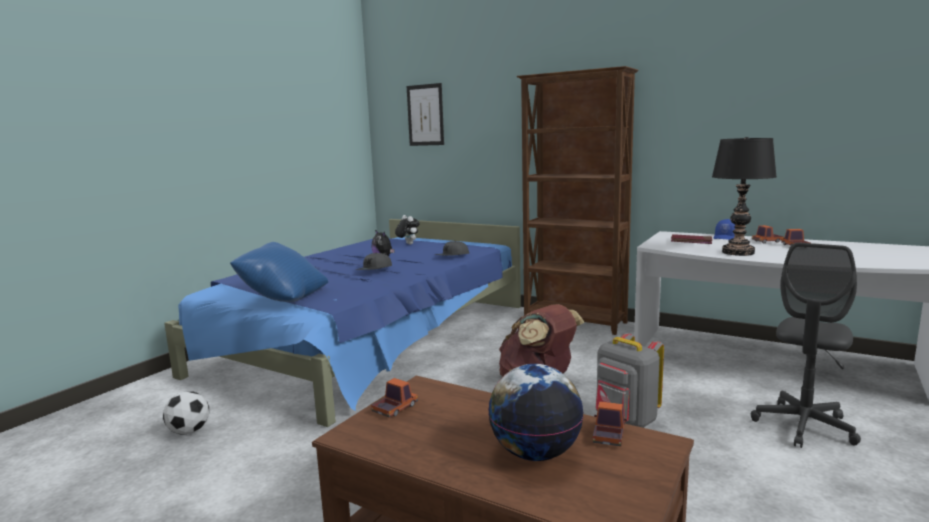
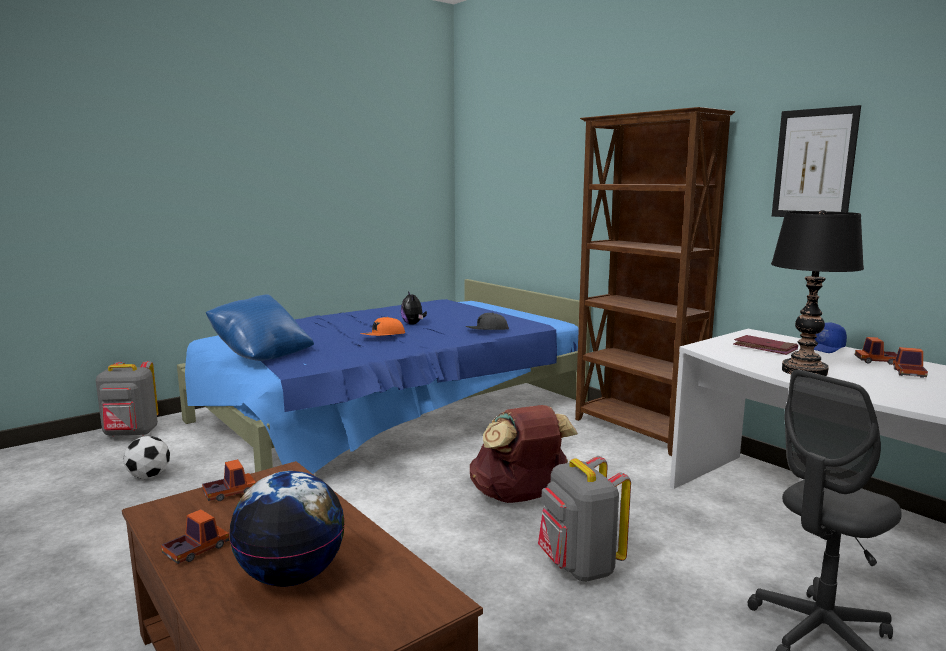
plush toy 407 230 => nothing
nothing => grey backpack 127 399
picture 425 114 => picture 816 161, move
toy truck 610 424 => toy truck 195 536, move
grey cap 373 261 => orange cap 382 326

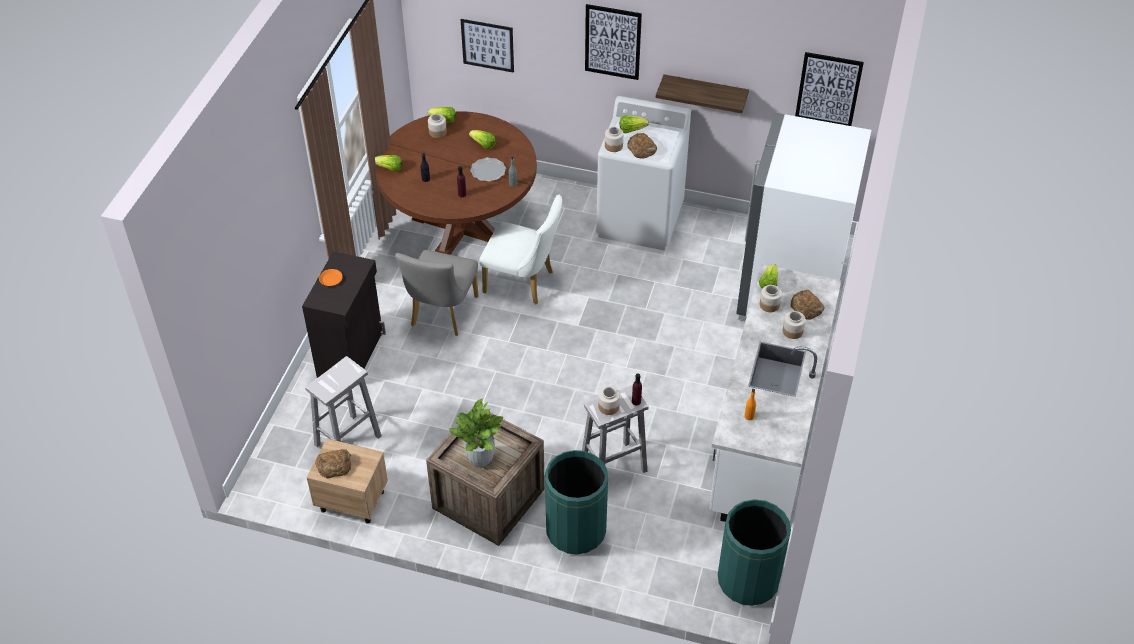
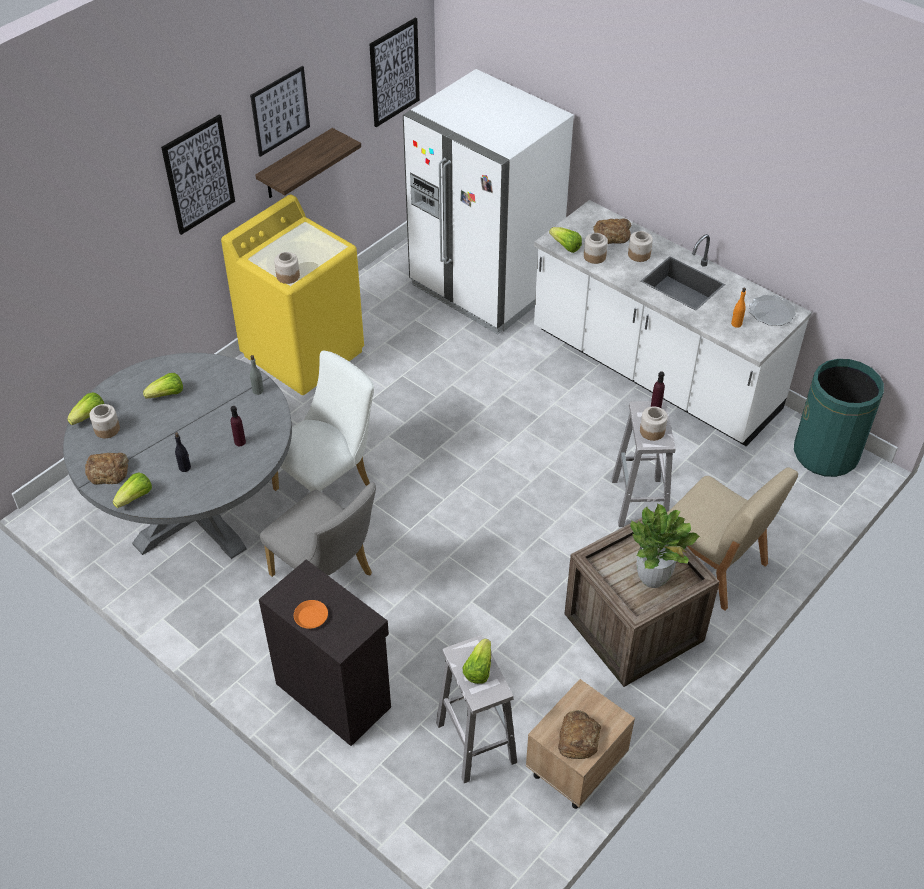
picture 487 46 => picture 280 111, move
plate 488 169 => plate 772 310, move
lettuce 634 124 => lettuce 477 661, move
bread 642 146 => bread 107 469, move
green trash can 576 502 => beige chair 732 538
brown dining table 456 183 => grey dining table 177 456
white washing machine 643 173 => yellow washing machine 292 295

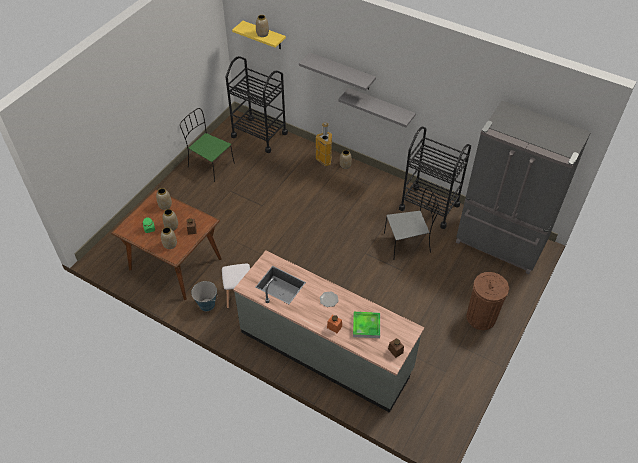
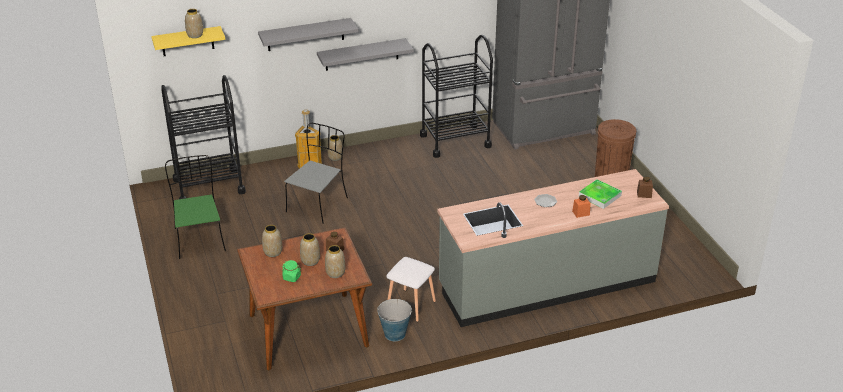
grey chair 412 222 => grey chair 316 173, move
green chair 207 145 => green chair 195 207, 90 degrees clockwise

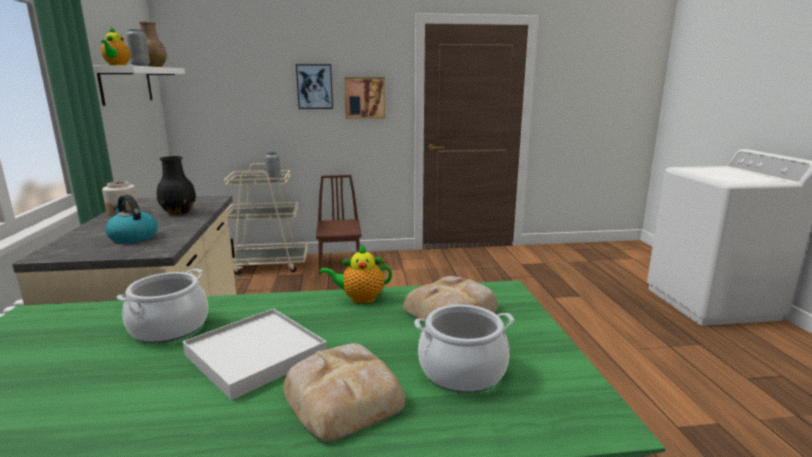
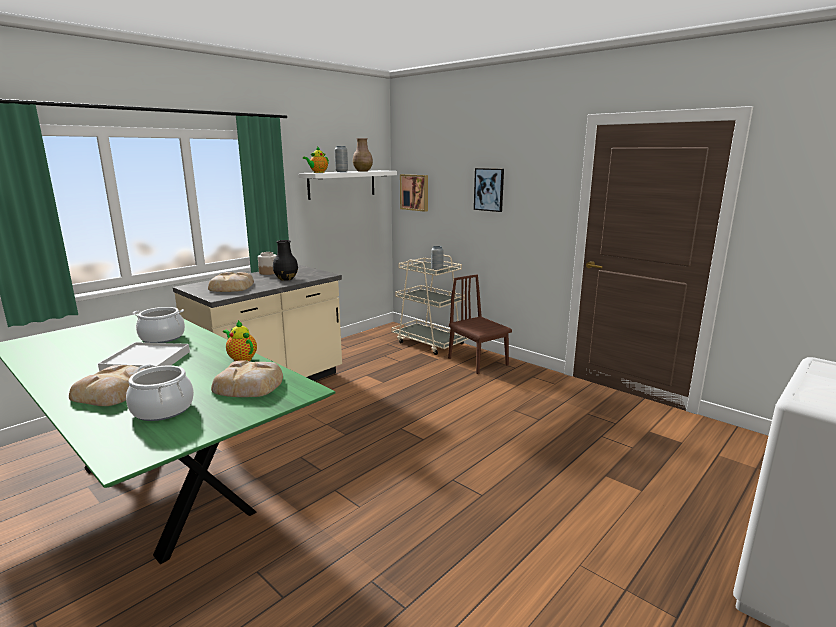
picture 365 98 => picture 414 193, move
kettle 131 219 => bread 231 282
brown chair 338 224 => brown chair 480 324, 75 degrees counterclockwise

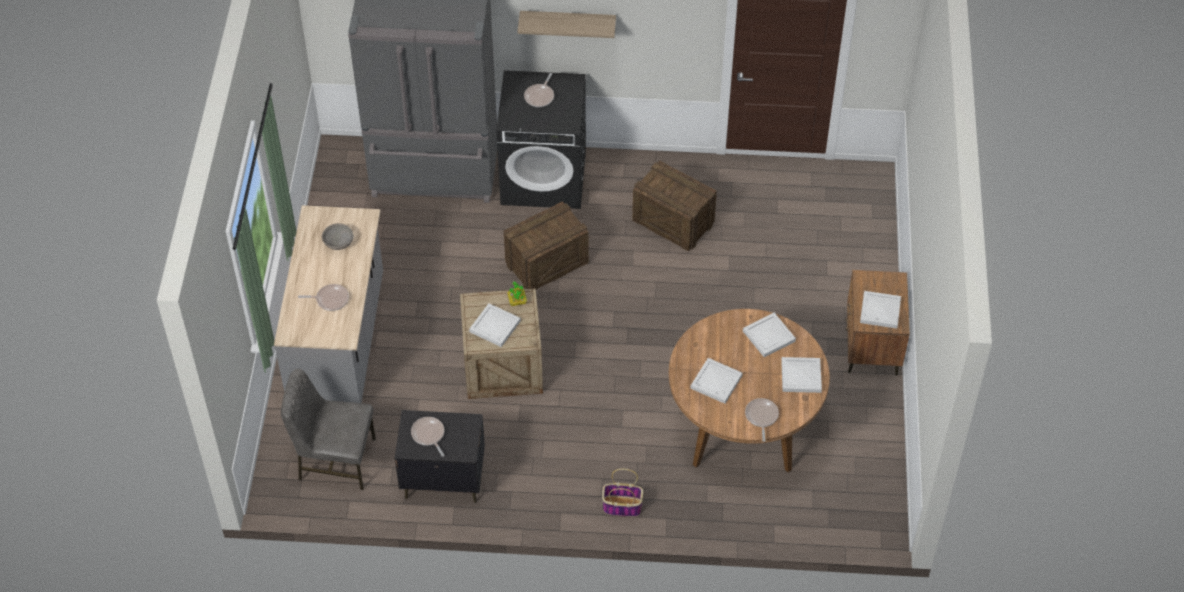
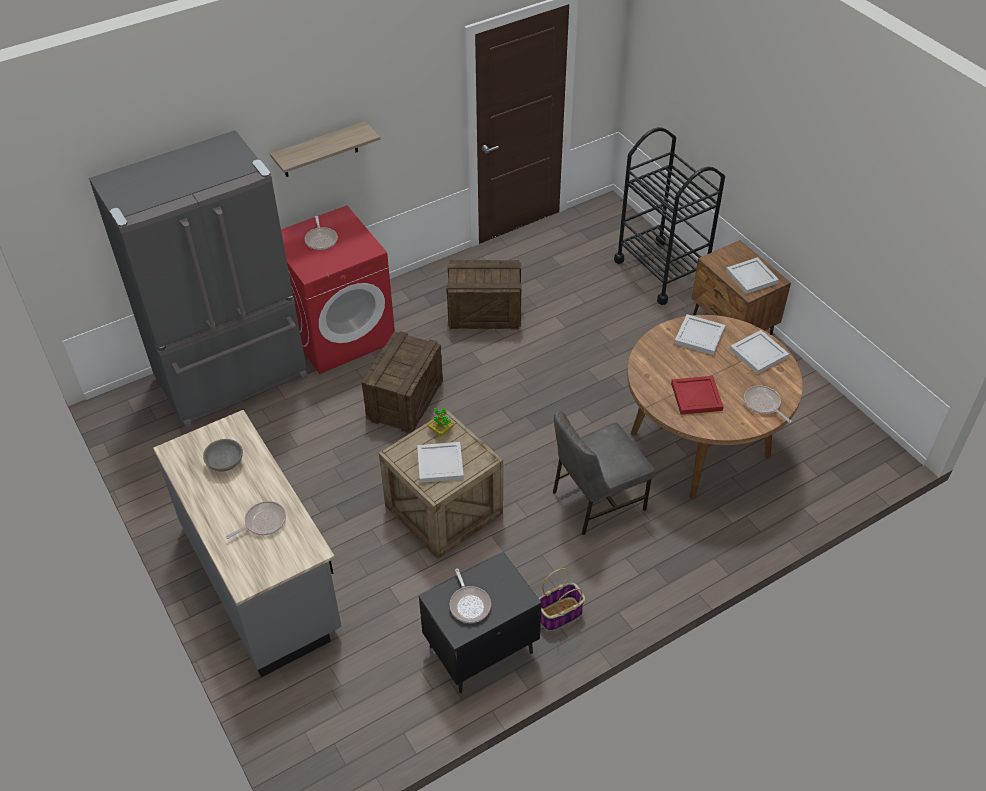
nothing => black cart 669 216
grey chair 328 429 => grey chair 604 472, move
basket 622 493 => basket 562 599, move
black washing machine 541 139 => red washing machine 338 289
white tray 716 381 => red tray 697 395
frying pan 428 437 => frying pan 470 596, 135 degrees counterclockwise

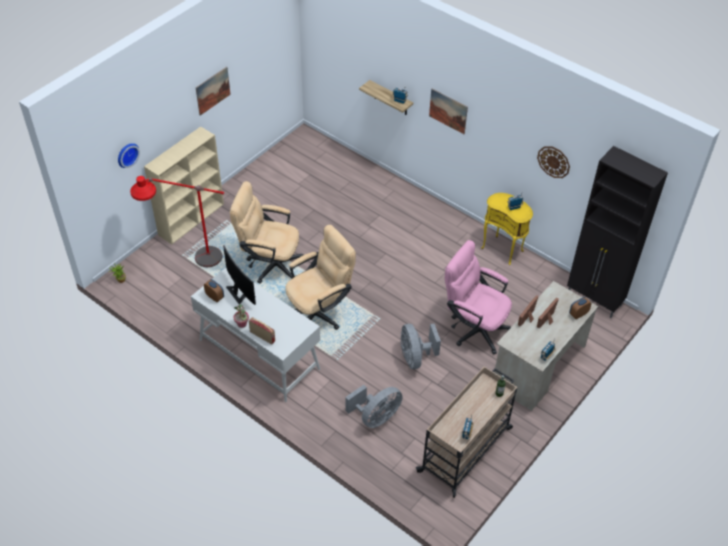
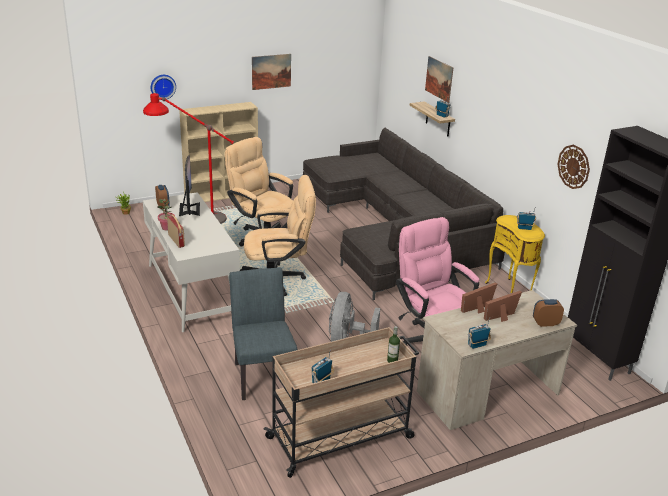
nothing => grey sofa 404 214
picture 448 111 => picture 439 79, move
grey fan 374 406 => grey chair 263 334

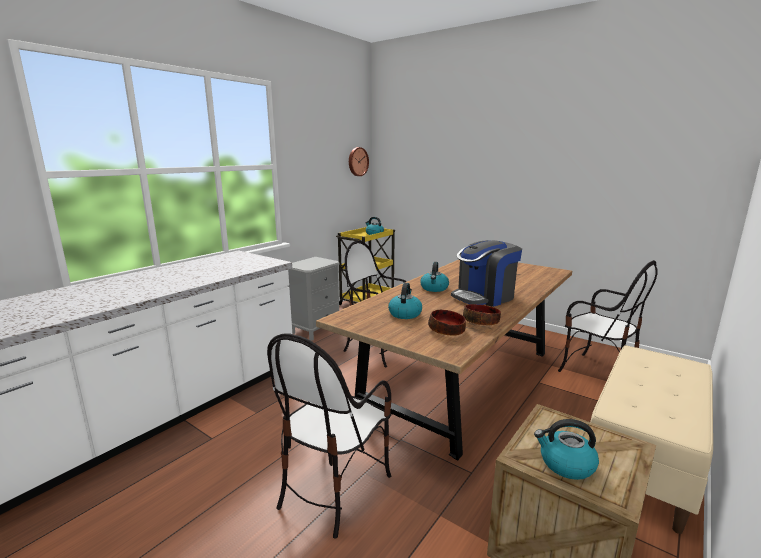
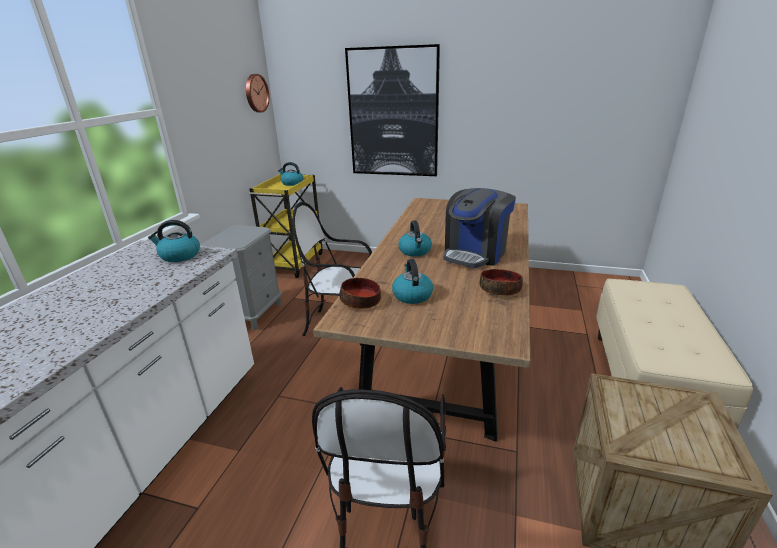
chair 608 316 => nothing
nothing => picture 392 110
bowl 447 322 => bowl 360 293, move
kettle 566 449 => kettle 174 241, move

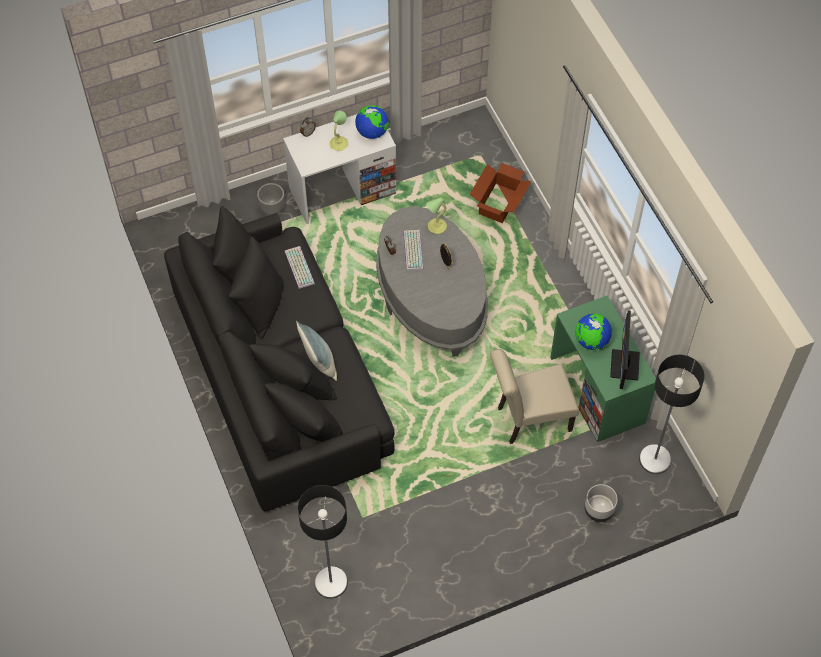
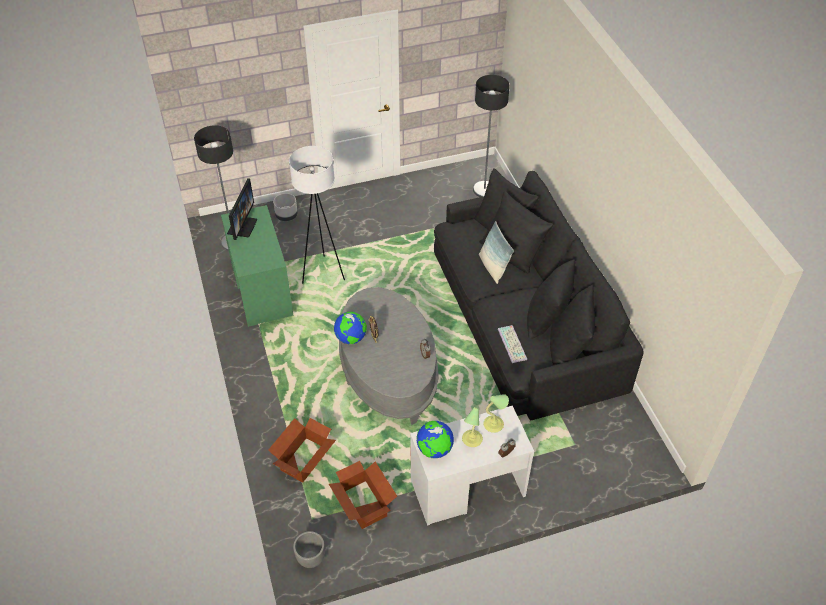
keyboard 413 250 => nothing
nothing => cardboard box 363 495
grey planter 271 199 => grey planter 309 549, move
table lamp 436 215 => table lamp 496 413, move
globe 593 332 => globe 350 328, move
beige chair 534 396 => white floor lamp 317 215

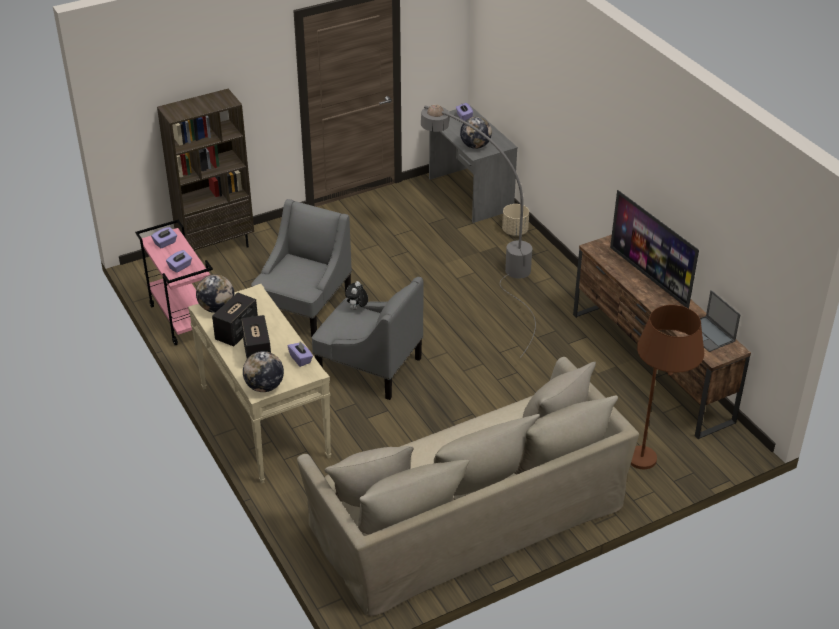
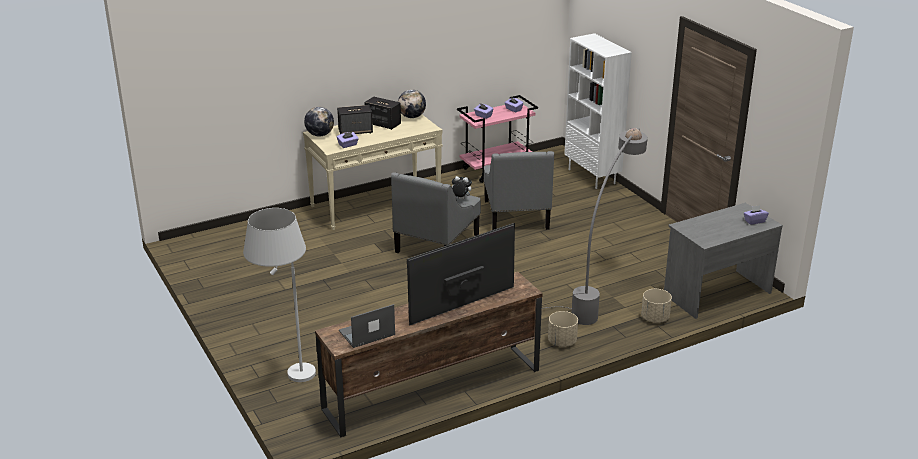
beige sofa 468 486 => nothing
globe 476 133 => nothing
nothing => beige planter 563 329
brown bookcase 205 170 => white bookcase 598 111
brown floor lamp 667 387 => white floor lamp 279 295
grey armchair 301 268 => grey armchair 518 190, 60 degrees clockwise

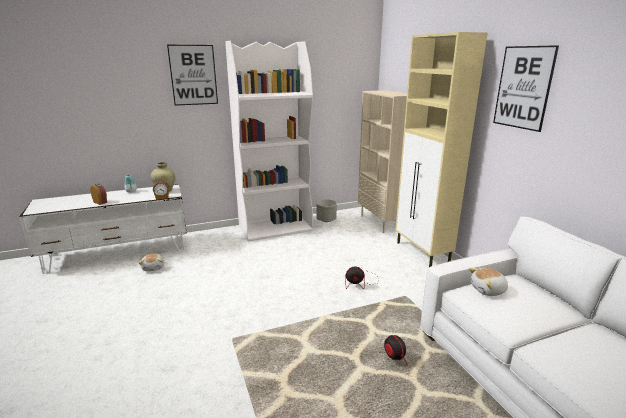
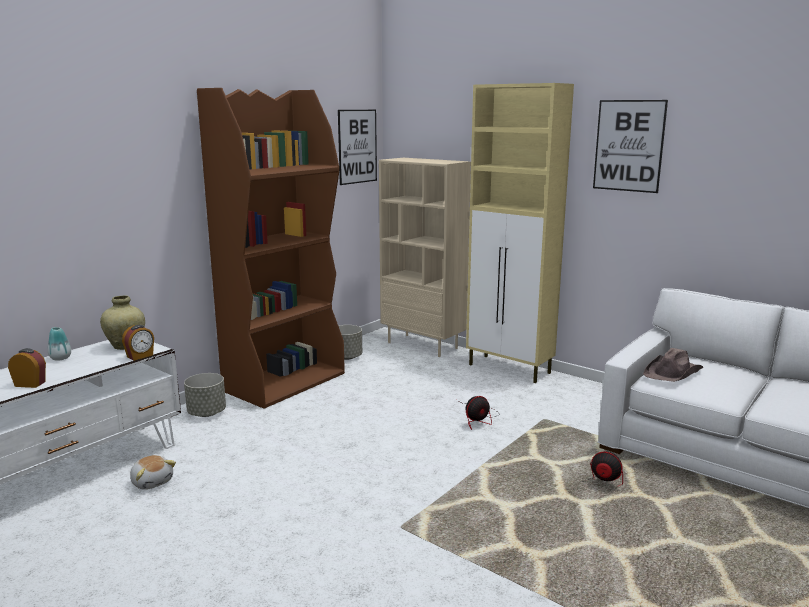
nothing => grey planter 205 395
picture 192 75 => picture 357 147, move
plush toy 488 282 => brown hat 673 365
white bookcase 269 141 => brown bookcase 271 248

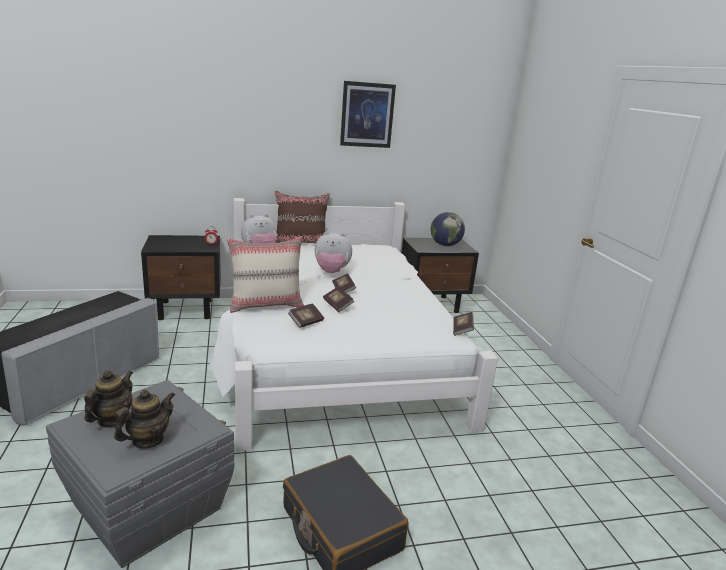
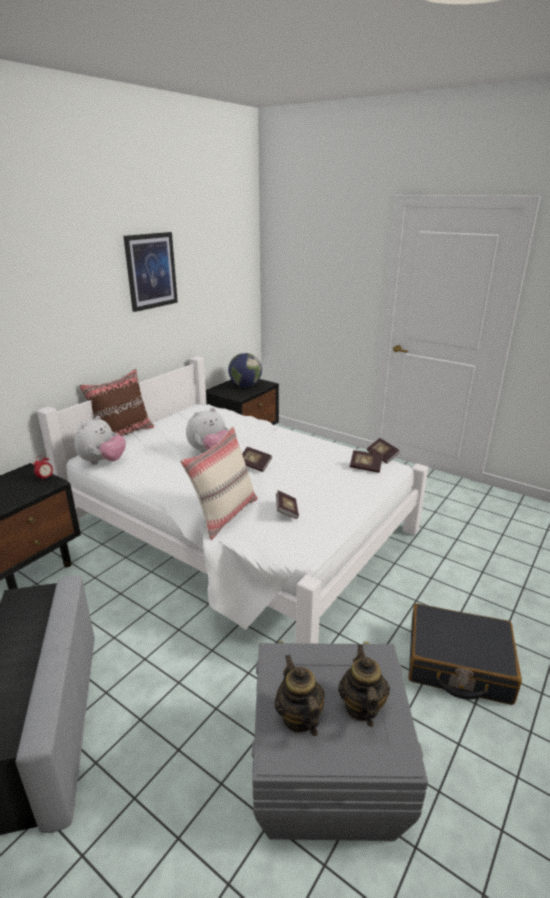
book 338 299 => book 366 461, move

